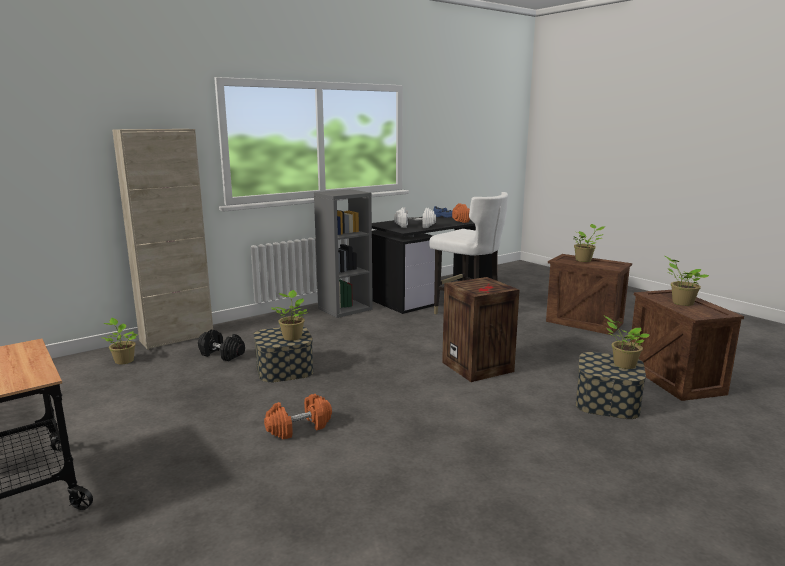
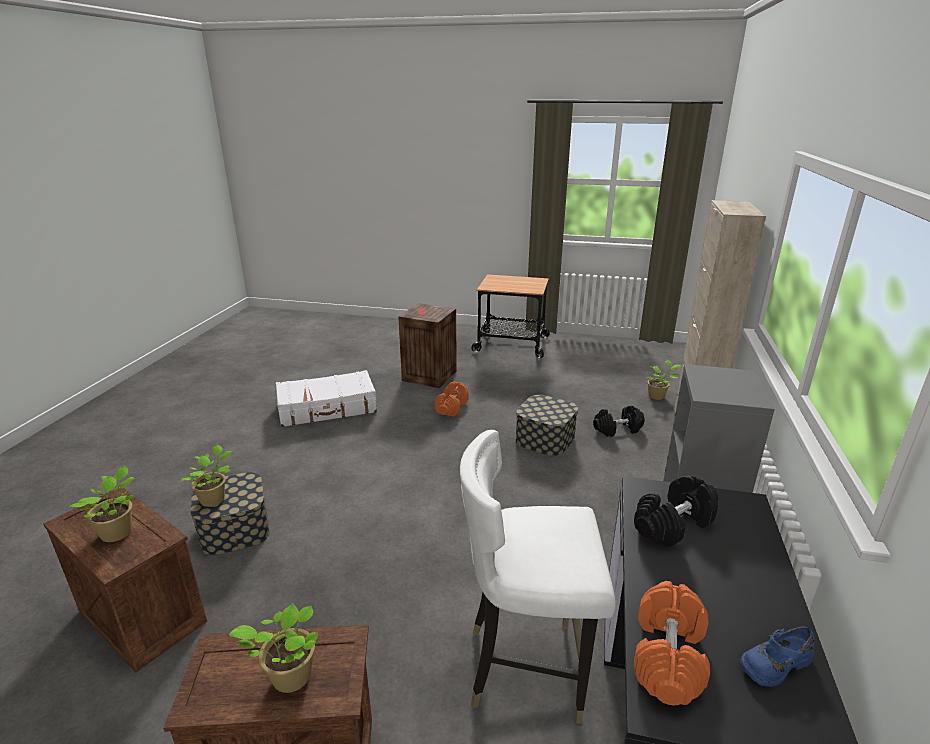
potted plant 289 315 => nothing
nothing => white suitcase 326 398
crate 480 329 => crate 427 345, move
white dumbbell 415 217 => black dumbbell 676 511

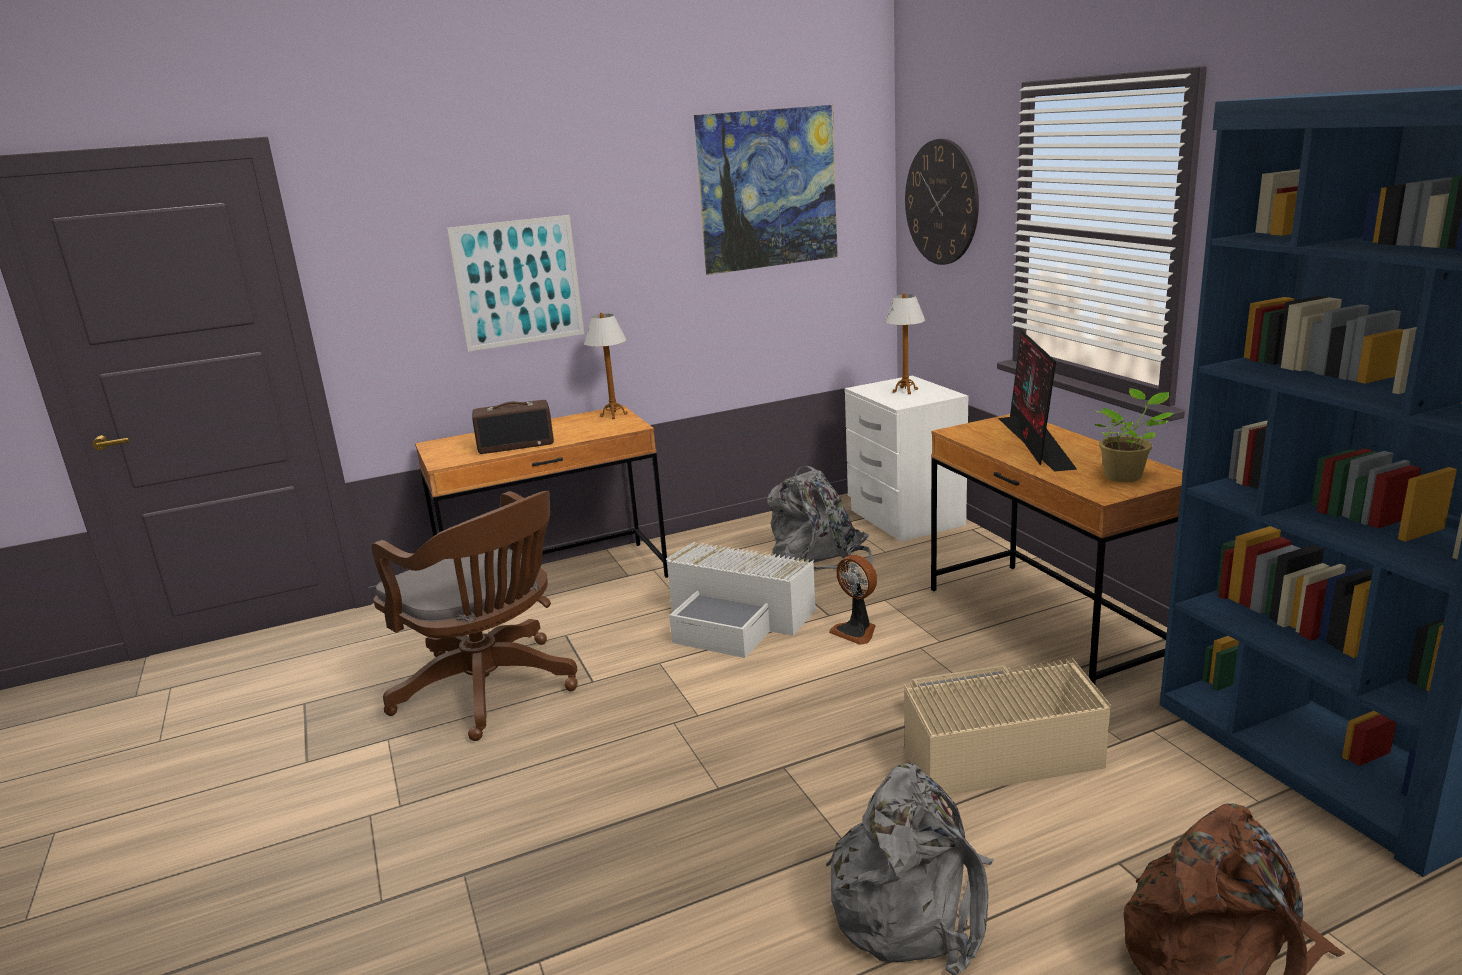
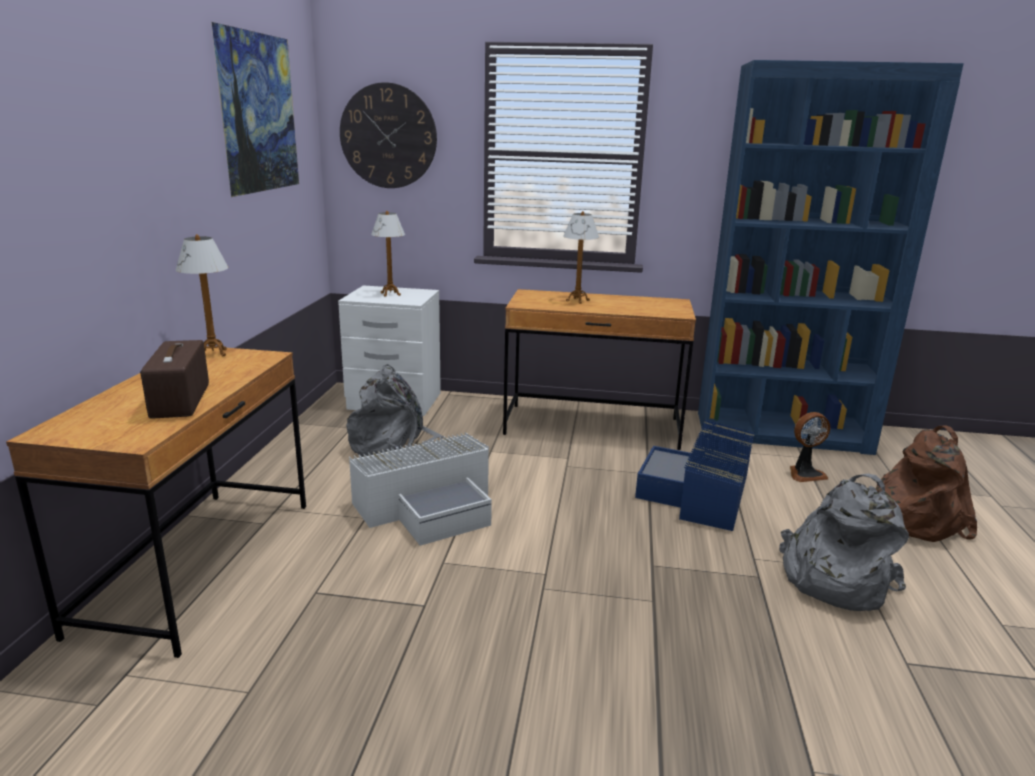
brown office chair 474 616 => nothing
picture 515 283 => nothing
potted plant 1133 435 => nothing
fan 853 600 => fan 810 447, move
monitor 1037 400 => table lamp 581 257
beige storage box 1007 727 => blue storage box 695 475
radio 513 427 => radio 174 379, 150 degrees clockwise

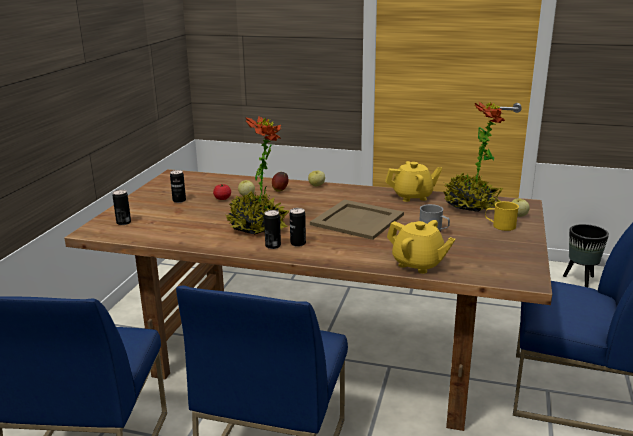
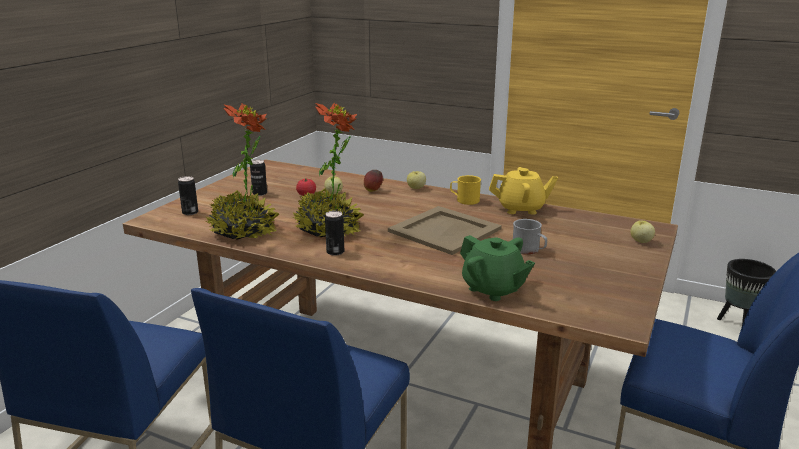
can 298 227 => nothing
potted plant 474 156 => potted plant 242 172, move
yellow mug 502 216 => yellow mug 465 190, move
yellow teapot 421 247 => green teapot 497 268

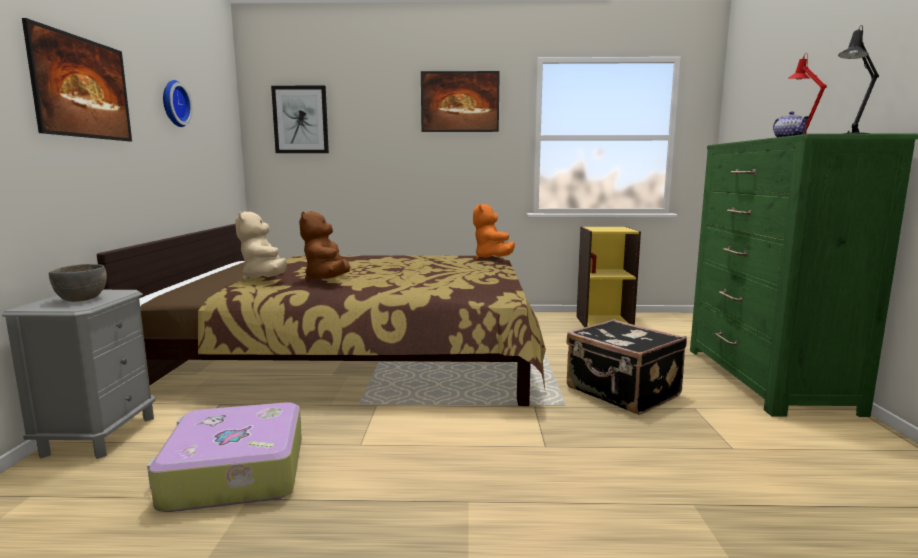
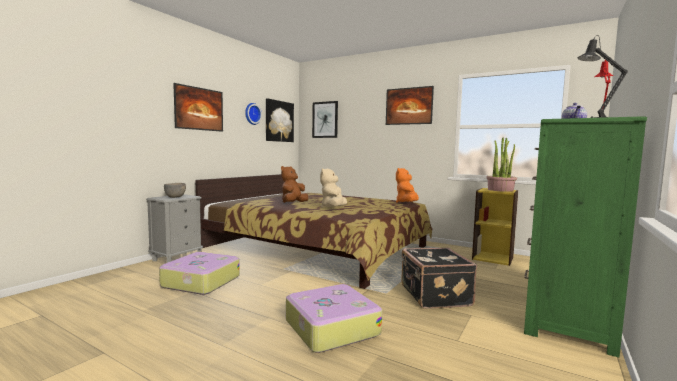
nothing => picture 280 120
nothing => suitcase 334 318
nothing => potted plant 501 165
beige plush toy 261 246 => beige plush toy 333 188, move

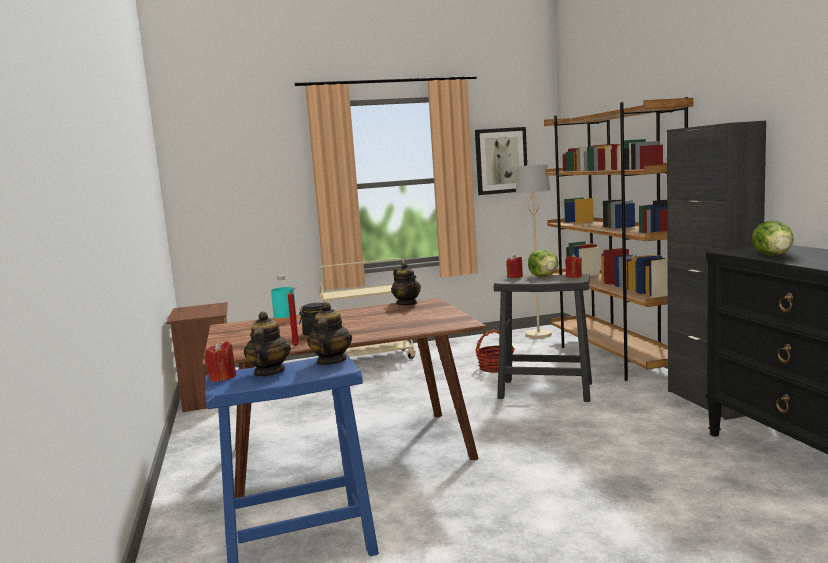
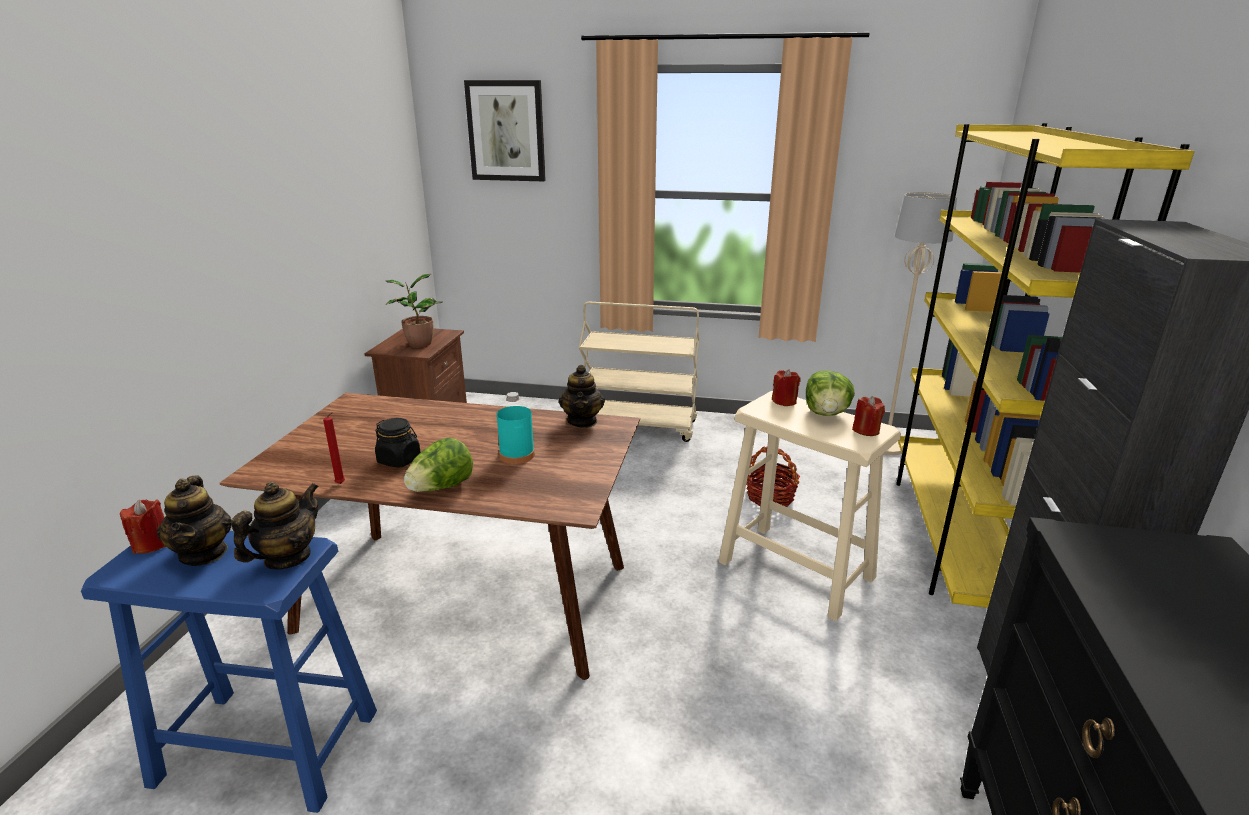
nothing => potted plant 414 311
turquoise bottle 284 299 => turquoise bottle 516 428, move
picture 501 161 => picture 505 130, move
lettuce 773 238 => lettuce 438 464, move
black stool 543 338 => beige stool 810 506
brown bookcase 618 239 => yellow bookcase 1045 365
teapot 267 344 => teapot 194 520, 135 degrees clockwise

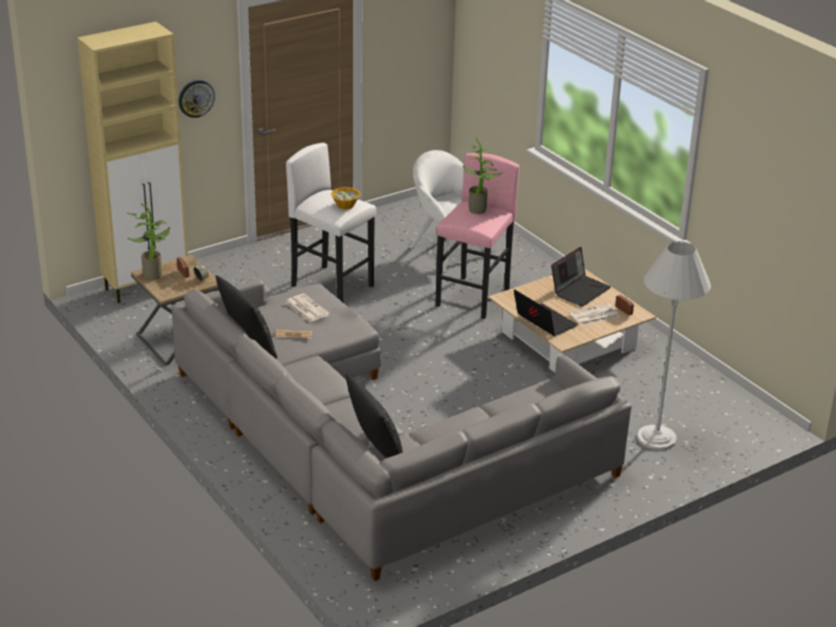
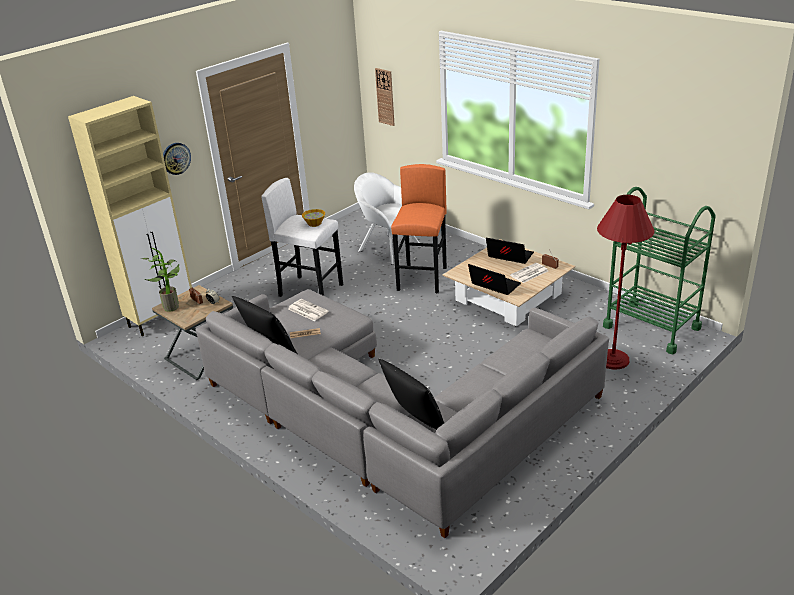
potted plant 483 176 => nothing
nothing => wall clock 385 97
nothing => green cart 659 270
pink stool 477 236 => orange stool 419 228
white floor lamp 674 345 => red floor lamp 626 282
laptop 581 276 => laptop 510 251, 90 degrees counterclockwise

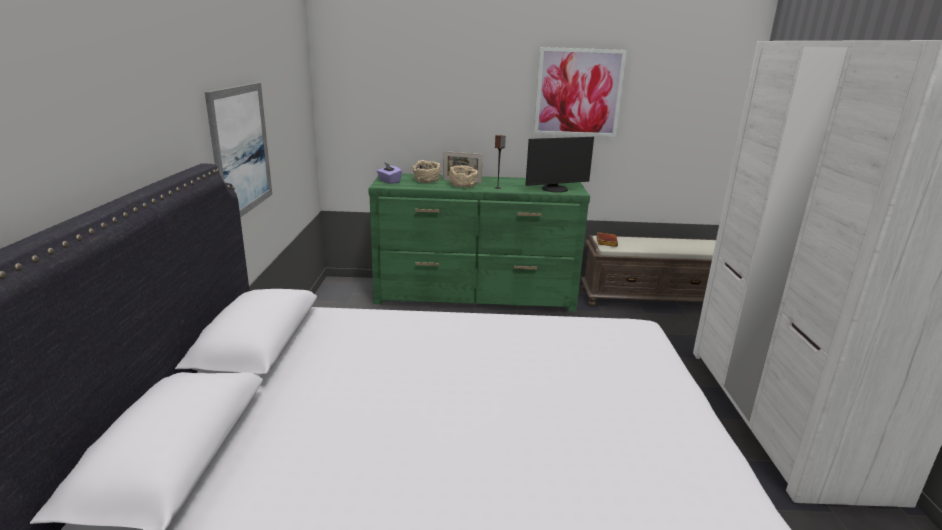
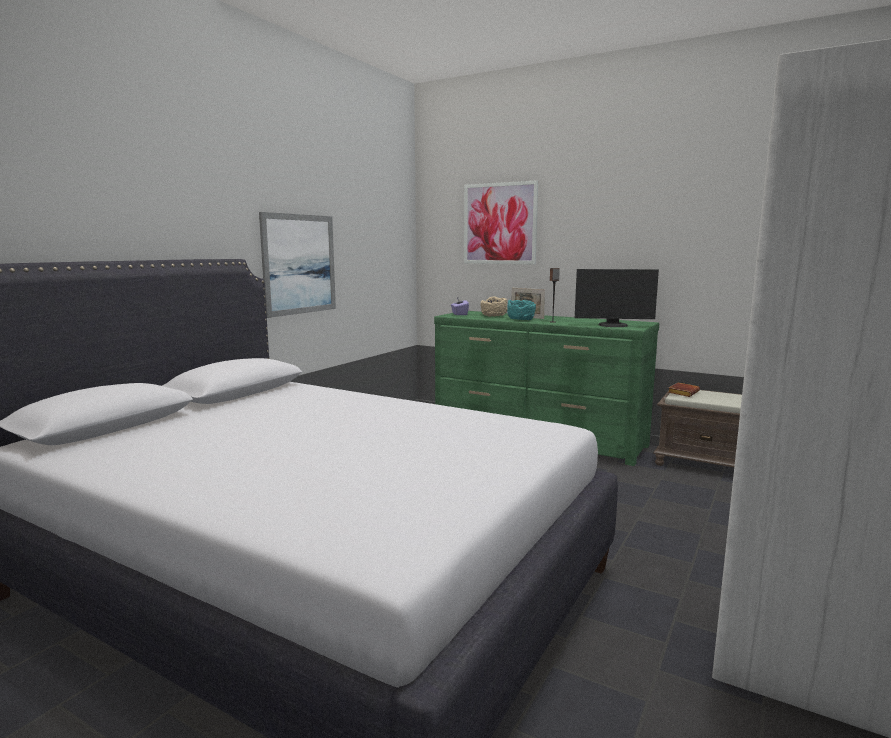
picture 580 92 => picture 501 222, move
beige bowl 463 176 => turquoise bowl 521 310

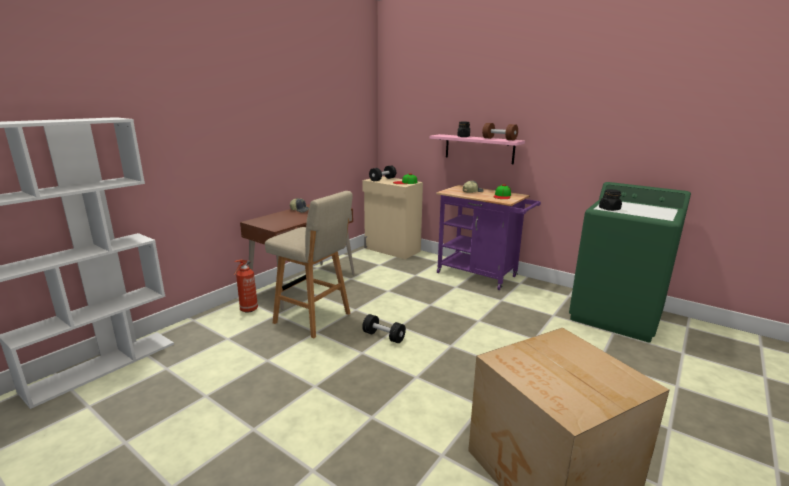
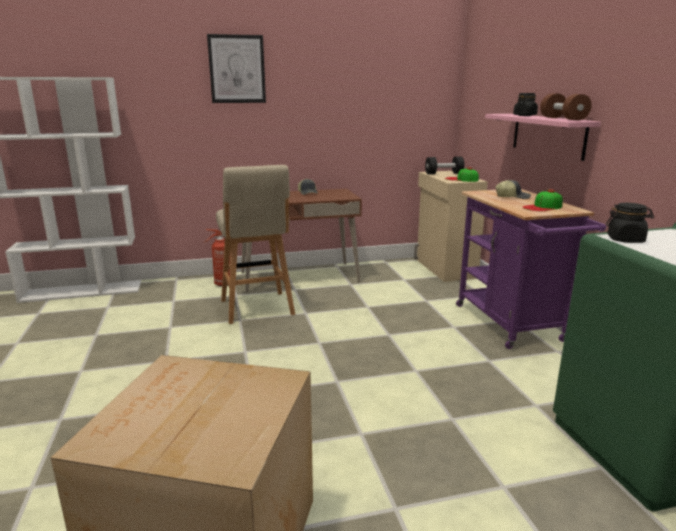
black dumbbell 384 328 => nothing
nothing => picture 236 68

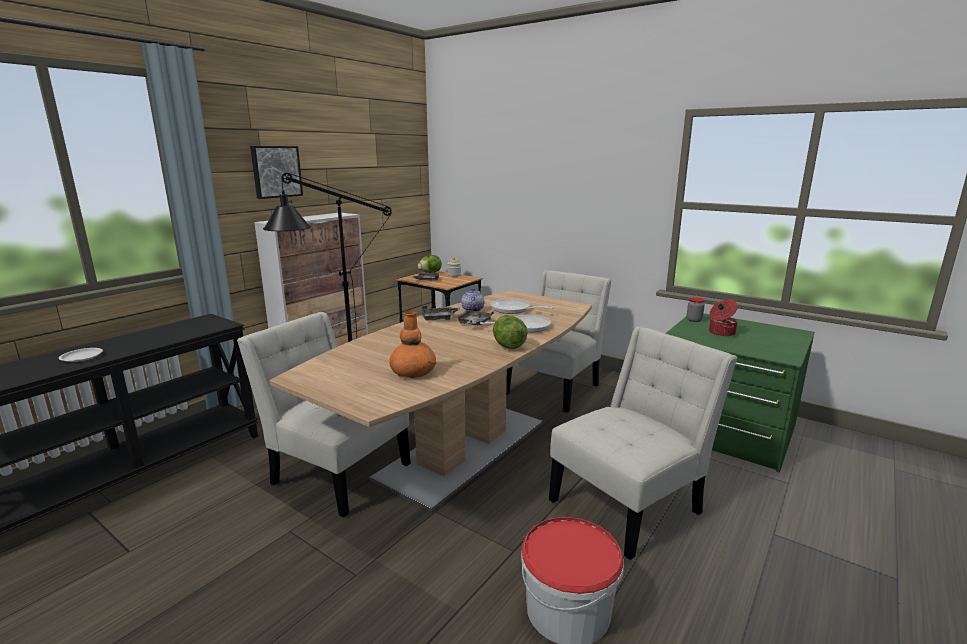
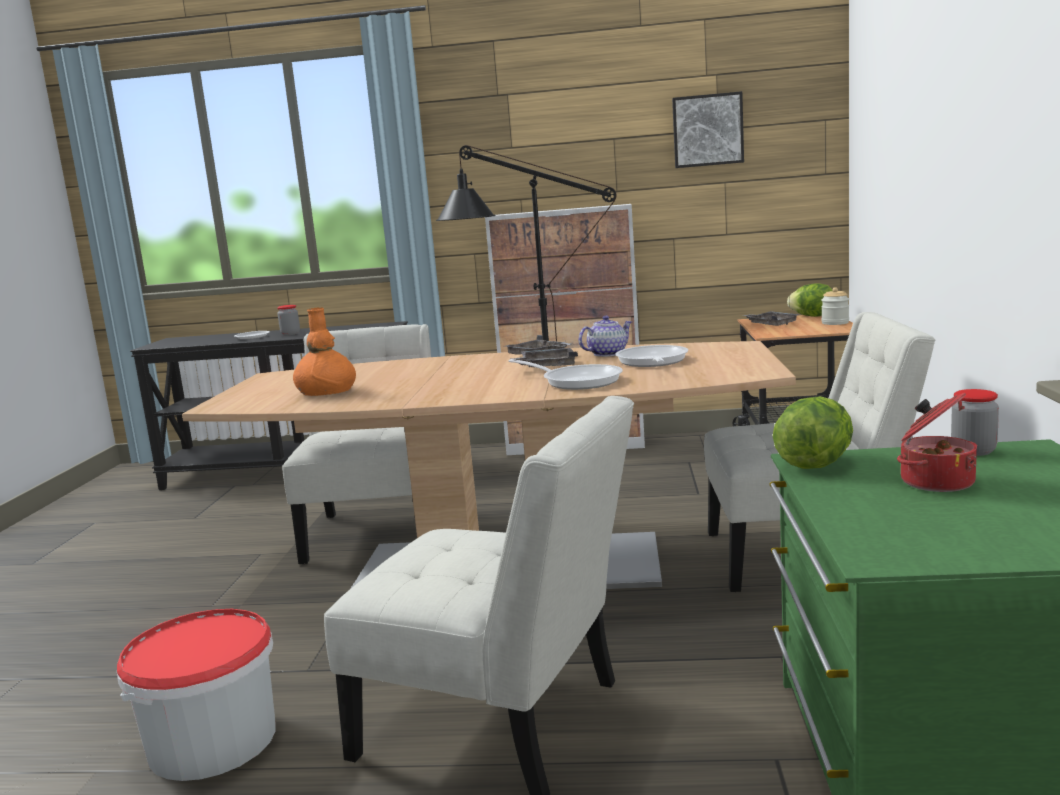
nothing => jar 288 320
picture 276 172 => picture 708 129, move
lettuce 510 332 => lettuce 813 432, move

